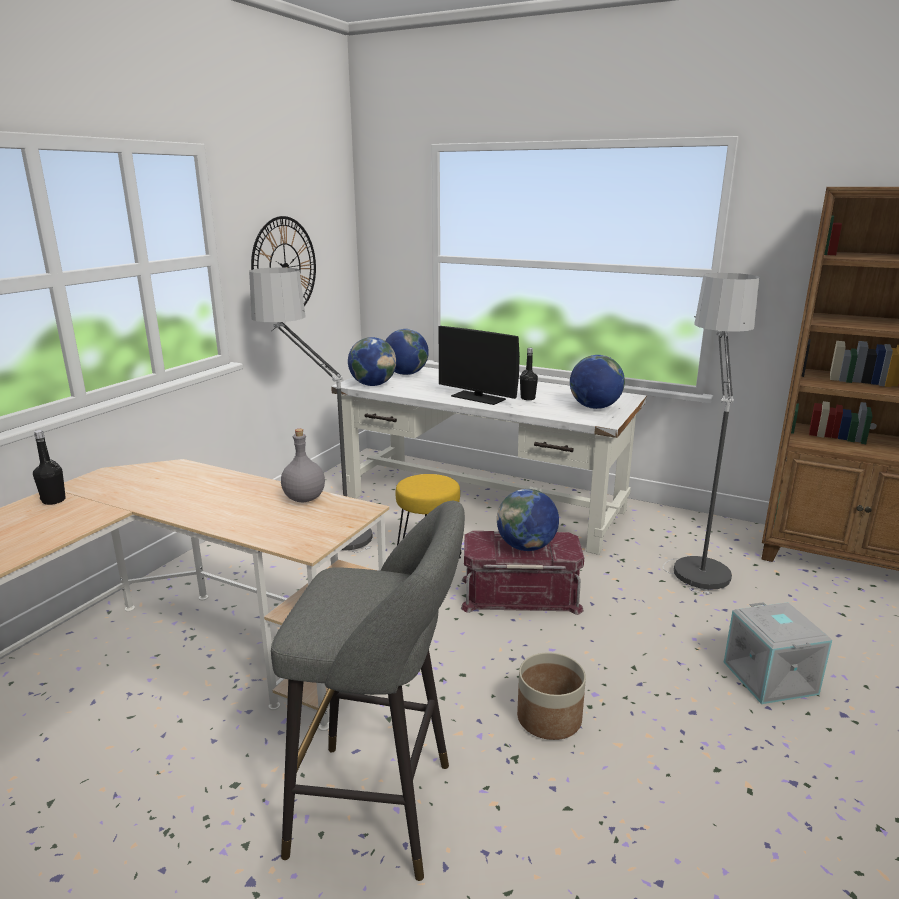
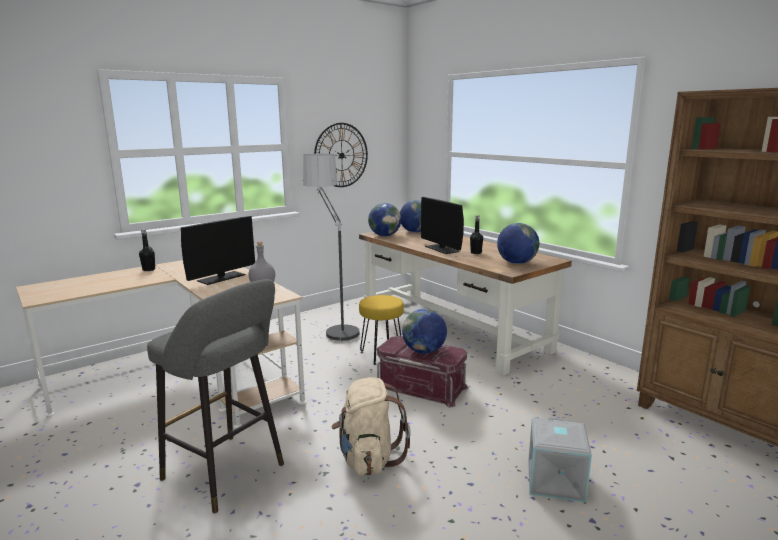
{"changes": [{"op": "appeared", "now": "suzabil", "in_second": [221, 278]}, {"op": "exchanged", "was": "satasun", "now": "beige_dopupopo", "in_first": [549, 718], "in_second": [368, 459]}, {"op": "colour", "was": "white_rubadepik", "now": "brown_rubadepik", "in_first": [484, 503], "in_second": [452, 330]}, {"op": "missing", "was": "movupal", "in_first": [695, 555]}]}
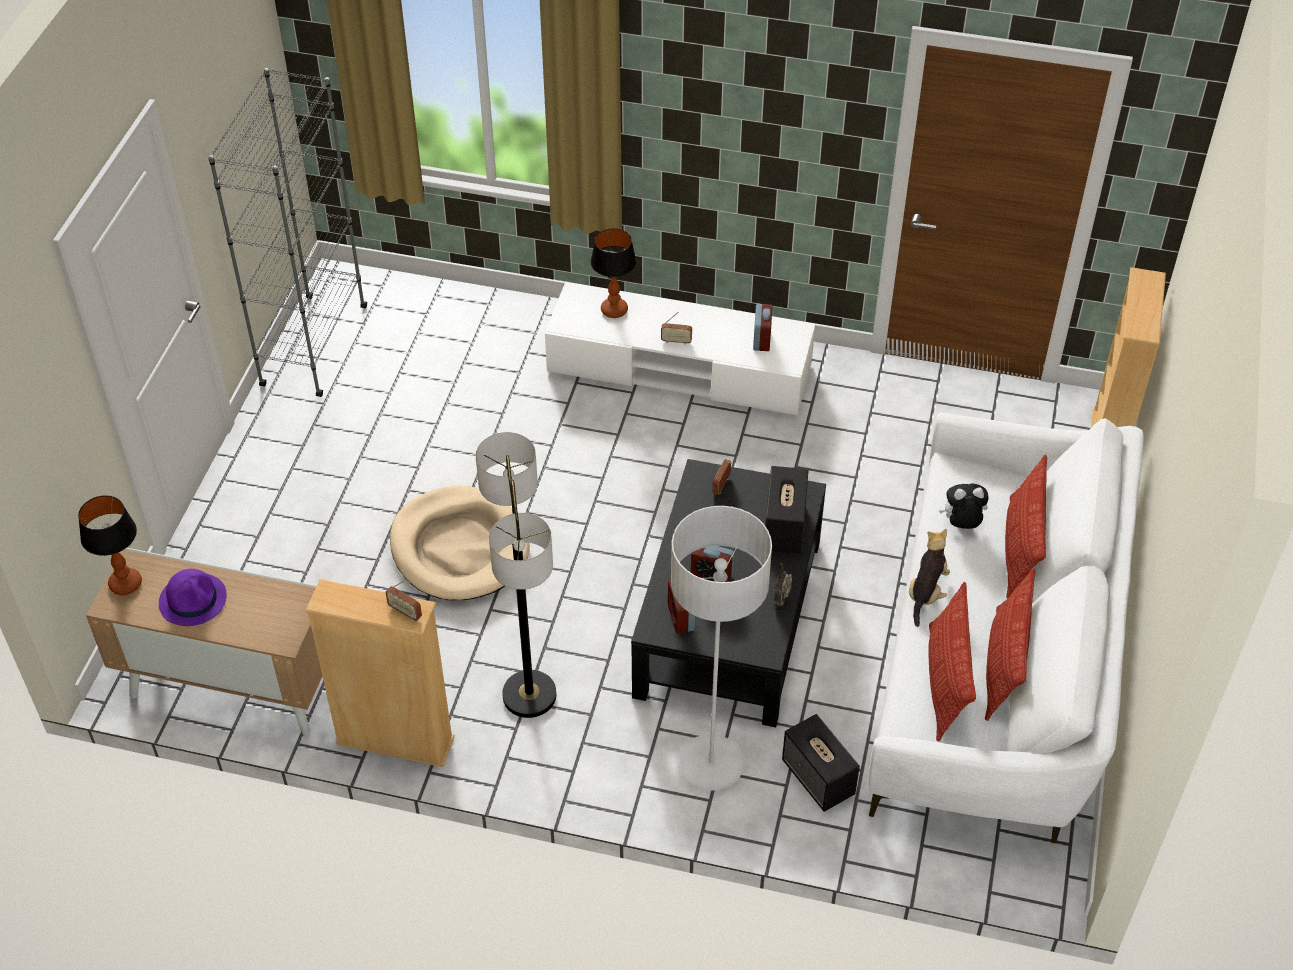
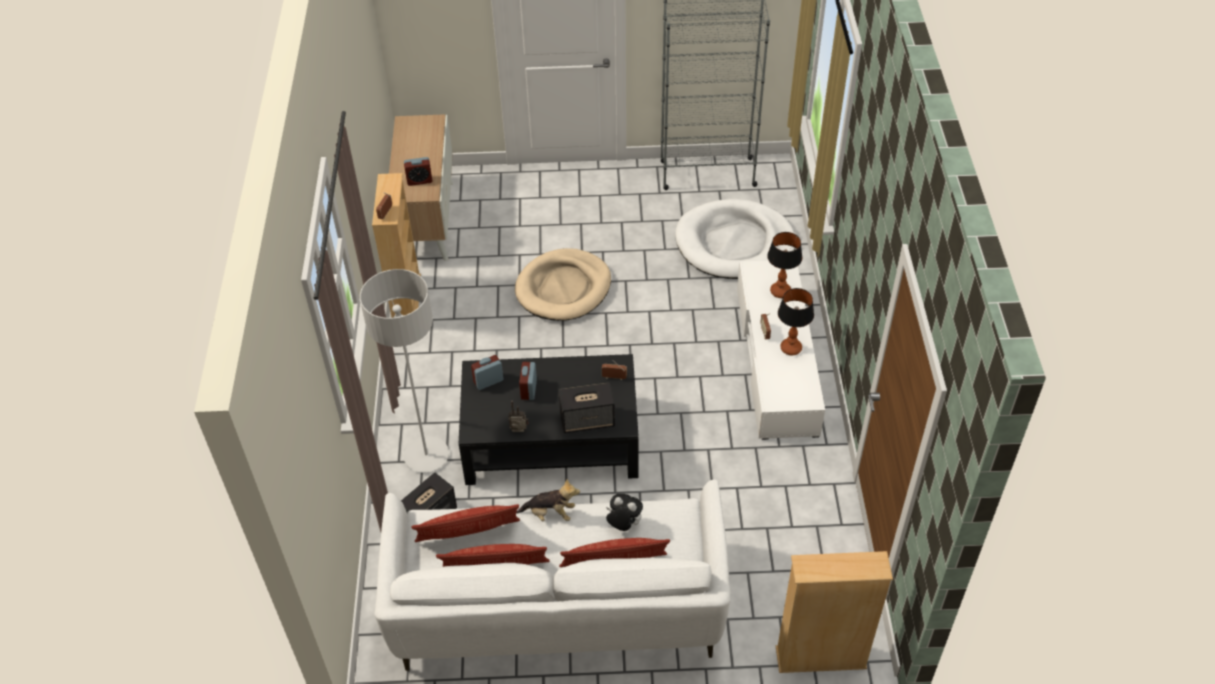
{"changes": [{"op": "relocated", "was": "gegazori", "in_first": [761, 340], "in_second": [419, 180]}, {"op": "spun", "was": "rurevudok", "in_first": [961, 524], "in_second": [623, 524], "clockwise": -45}, {"op": "appeared", "now": "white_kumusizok", "in_second": [734, 243]}, {"op": "relocated", "was": "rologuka", "in_first": [125, 583], "in_second": [791, 348]}, {"op": "missing", "was": "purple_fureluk", "in_first": [193, 600]}, {"op": "missing", "was": "movupal", "in_first": [529, 695]}]}
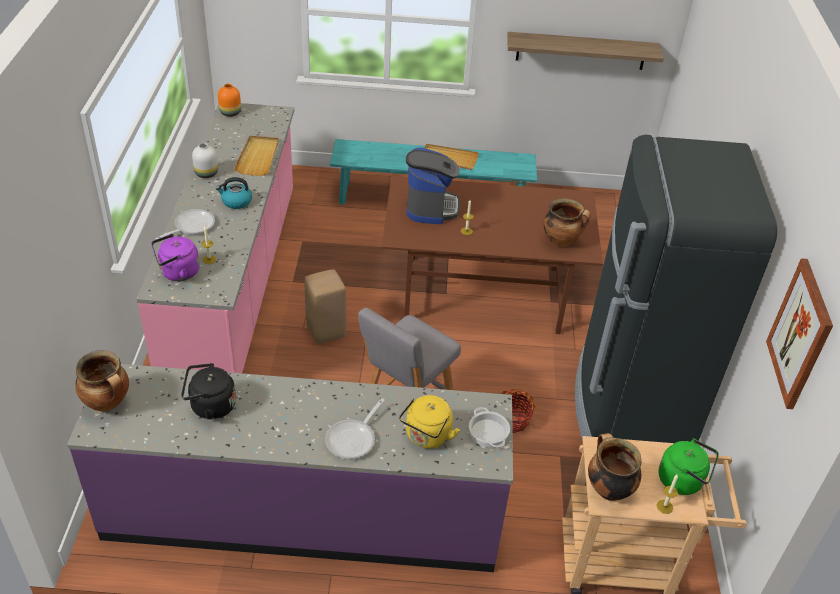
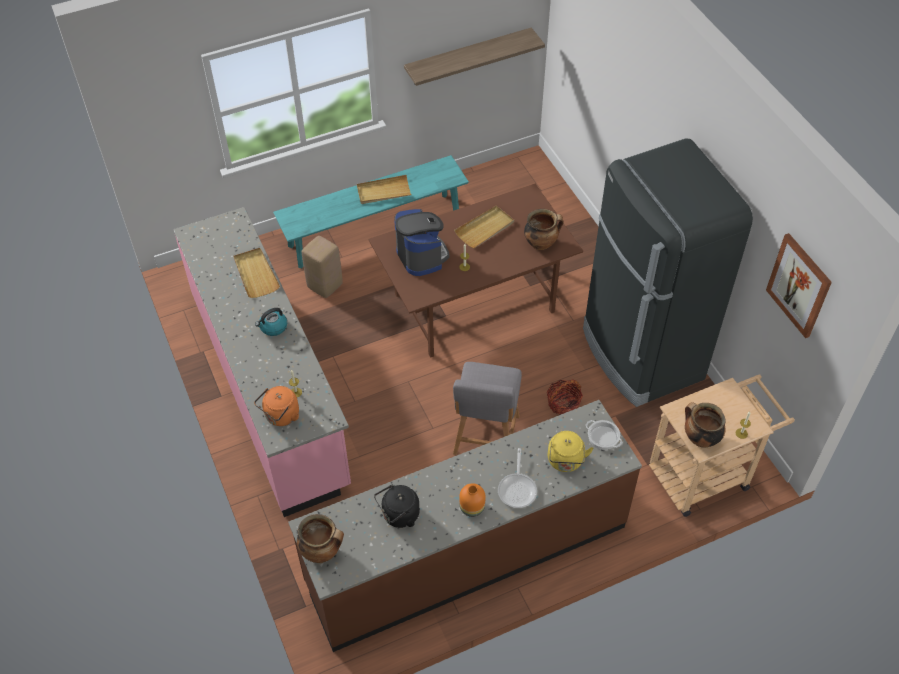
{"changes": [{"op": "colour", "was": "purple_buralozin", "now": "orange_buralozin", "in_first": [177, 273], "in_second": [280, 416]}, {"op": "colour", "was": "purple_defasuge", "now": "brown_defasuge", "in_first": [303, 514], "in_second": [467, 554]}, {"op": "relocated", "was": "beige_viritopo", "in_first": [326, 331], "in_second": [325, 285]}, {"op": "appeared", "now": "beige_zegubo", "in_second": [485, 228]}, {"op": "relocated", "was": "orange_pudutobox", "in_first": [230, 113], "in_second": [471, 508]}, {"op": "missing", "was": "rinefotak", "in_first": [191, 226]}, {"op": "missing", "was": "white_pudutobox", "in_first": [207, 173]}, {"op": "missing", "was": "green_buralozin", "in_first": [683, 480]}]}
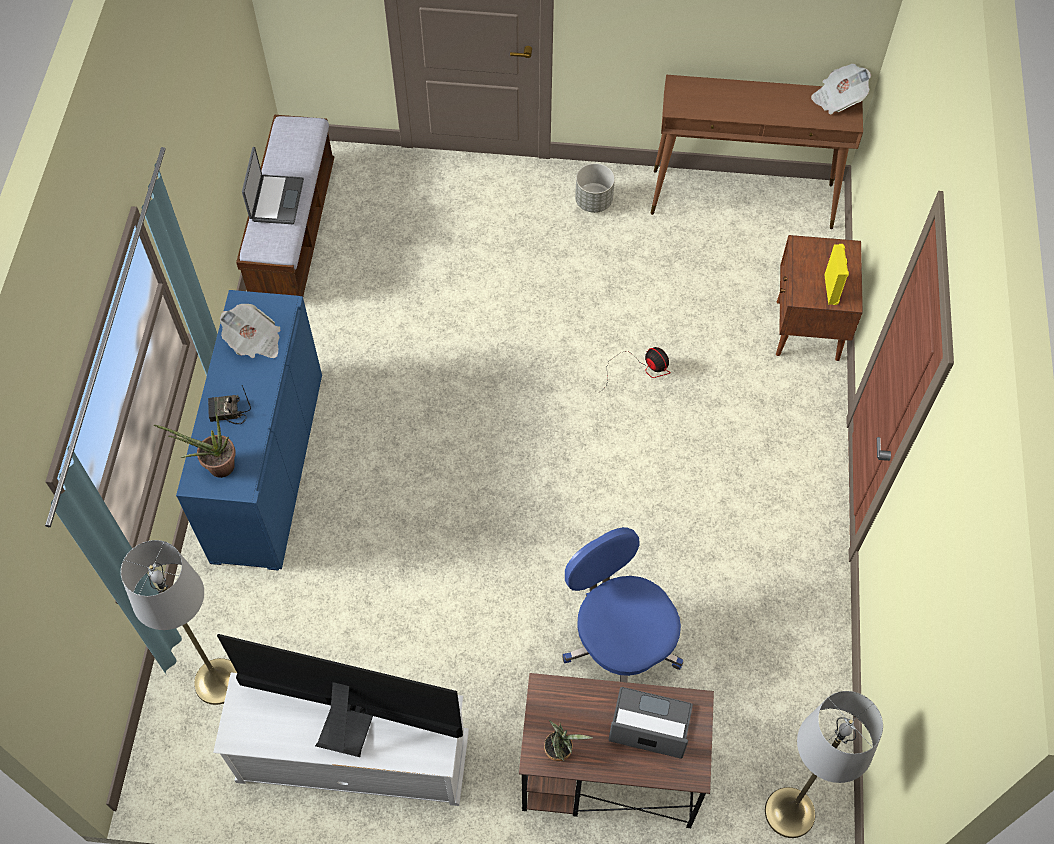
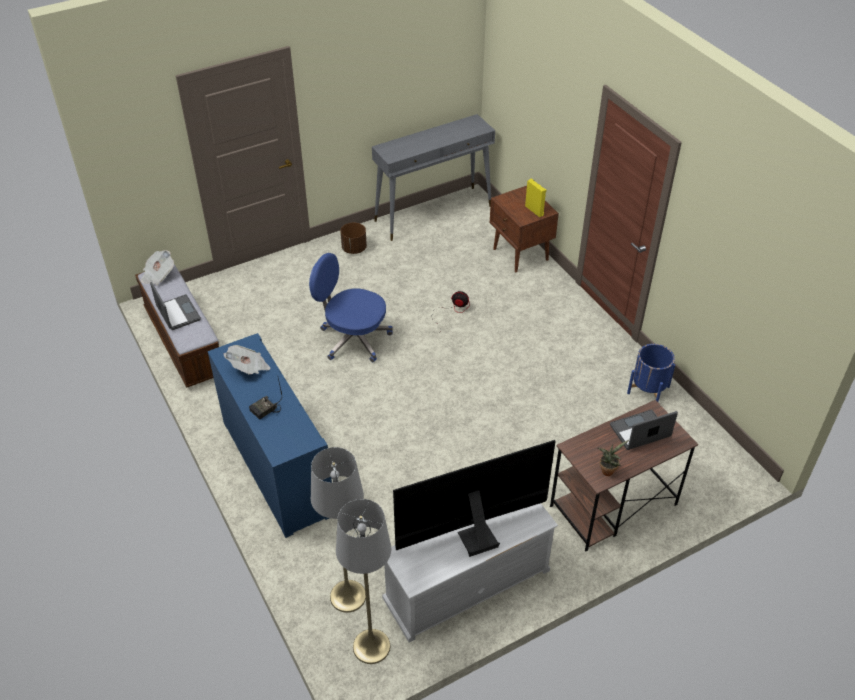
{"changes": [{"op": "relocated", "was": "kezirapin", "in_first": [838, 99], "in_second": [158, 275]}, {"op": "relocated", "was": "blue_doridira", "in_first": [620, 642], "in_second": [353, 339]}, {"op": "relocated", "was": "grey_movupal", "in_first": [789, 812], "in_second": [371, 646]}, {"op": "colour", "was": "grey_satasun", "now": "brown_satasun", "in_first": [593, 201], "in_second": [354, 248]}, {"op": "colour", "was": "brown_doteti", "now": "grey_doteti", "in_first": [743, 199], "in_second": [434, 213]}, {"op": "appeared", "now": "blue_satasun", "in_second": [648, 390]}, {"op": "missing", "was": "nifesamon", "in_first": [215, 467]}]}
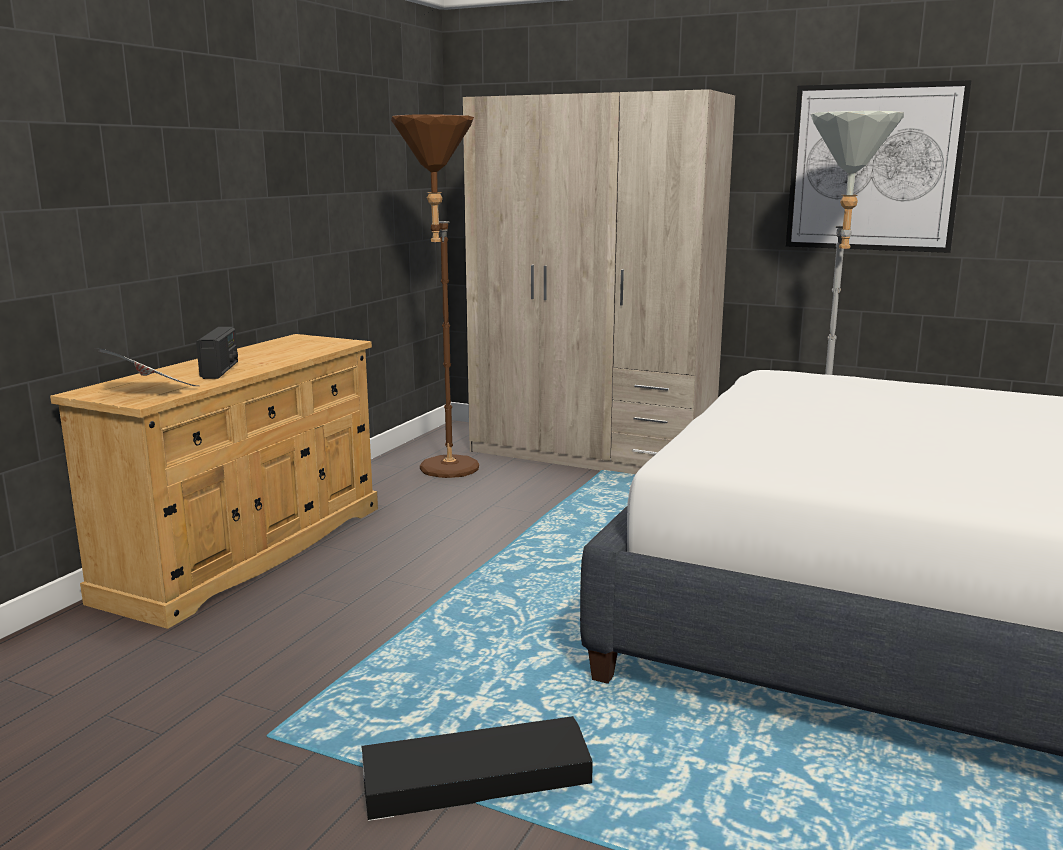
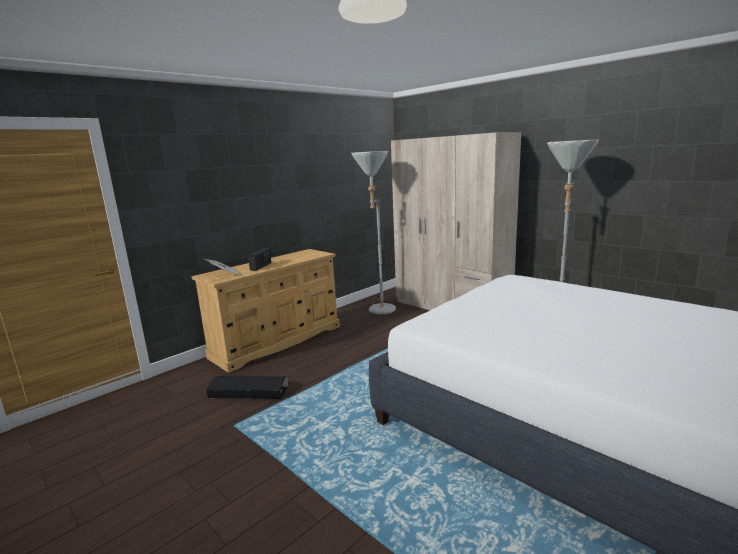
{"changes": [{"op": "relocated", "was": "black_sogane", "in_first": [475, 779], "in_second": [248, 392]}, {"op": "colour", "was": "brown_movupal", "now": "grey_movupal", "in_first": [444, 473], "in_second": [378, 311]}, {"op": "missing", "was": "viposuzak", "in_first": [873, 168]}]}
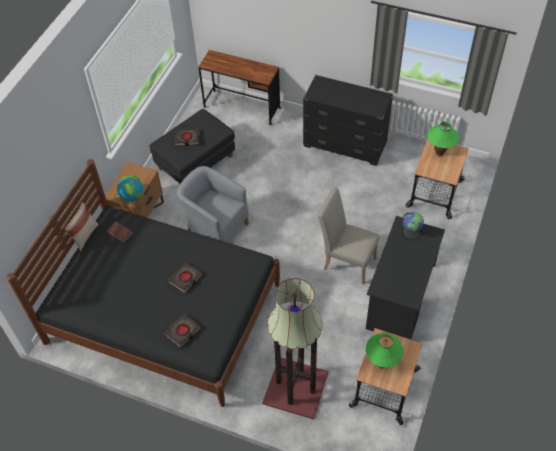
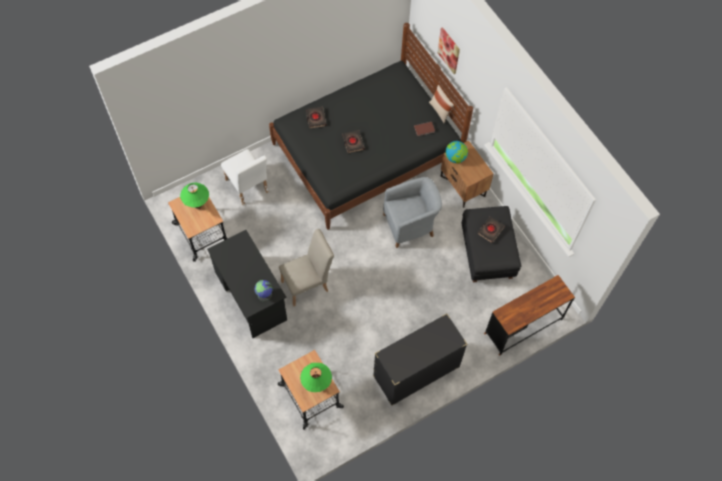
{"changes": [{"op": "exchanged", "was": "movupal", "now": "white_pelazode", "in_first": [297, 387], "in_second": [248, 188]}, {"op": "appeared", "now": "viposuzak", "in_second": [449, 50]}]}
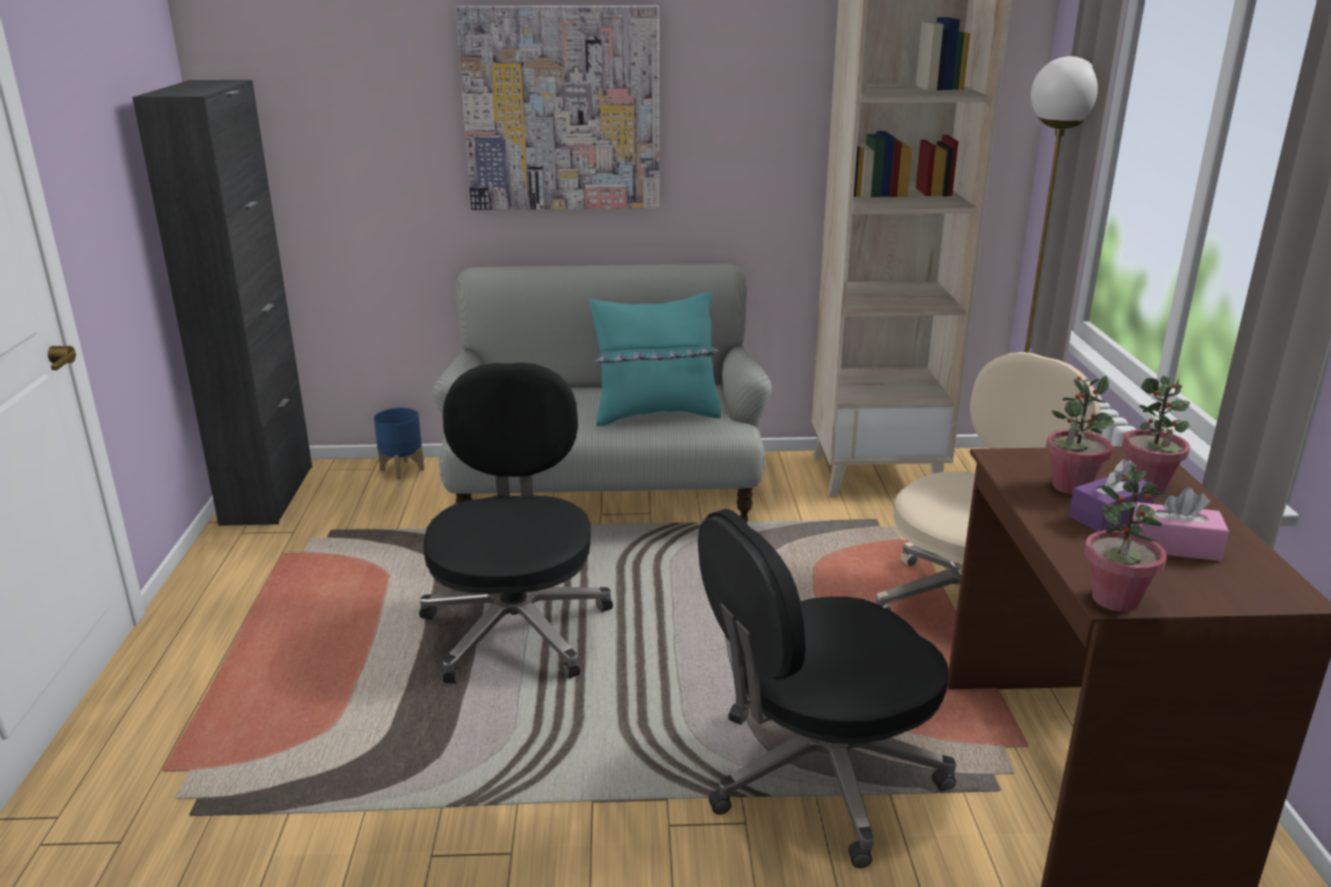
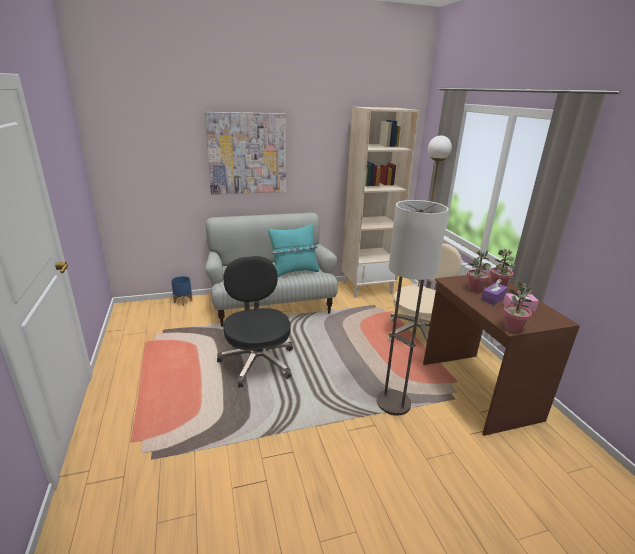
{"changes": [{"op": "exchanged", "was": "black_doridira", "now": "movupal", "in_first": [818, 776], "in_second": [393, 403]}, {"op": "missing", "was": "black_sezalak", "in_first": [268, 494]}]}
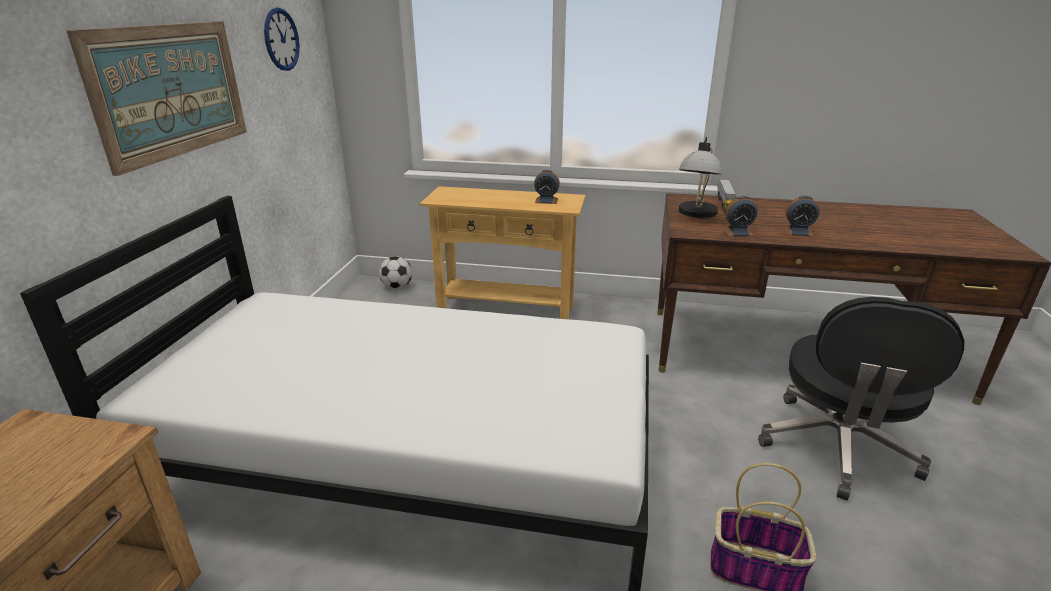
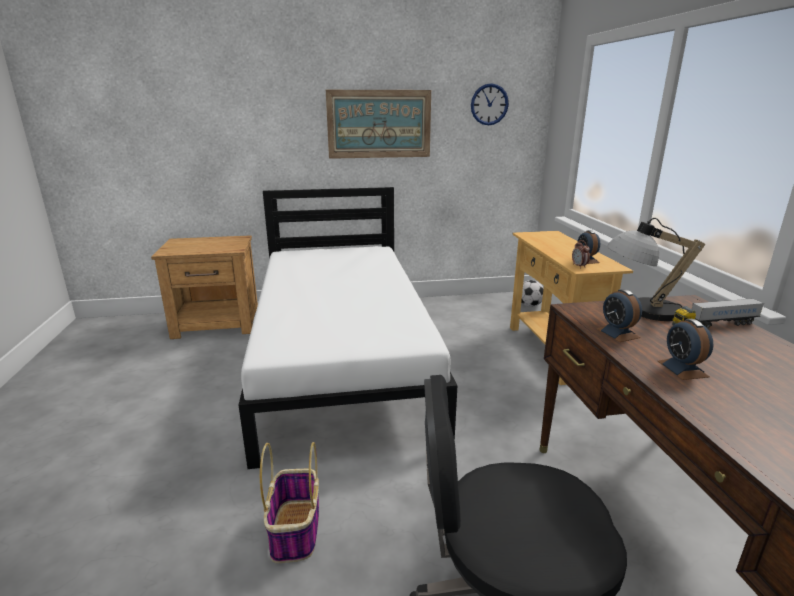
{"changes": [{"op": "appeared", "now": "gegazori", "in_second": [579, 266]}]}
